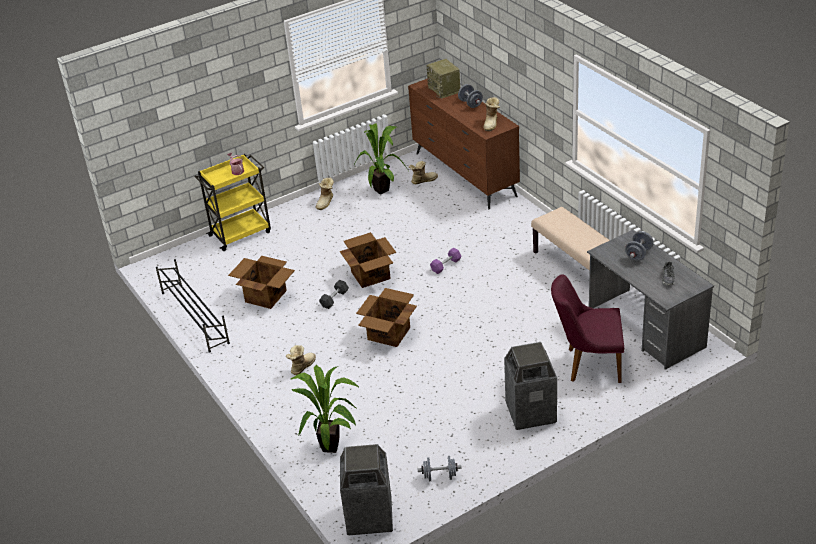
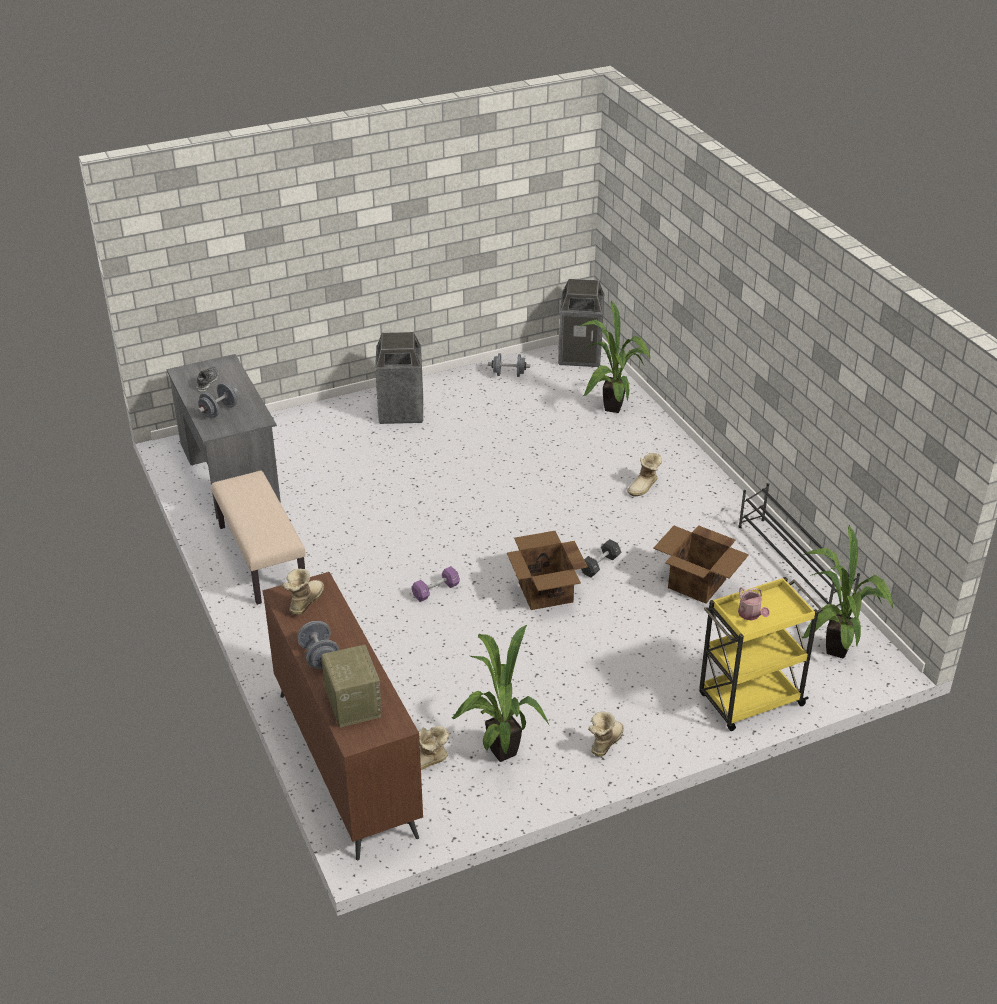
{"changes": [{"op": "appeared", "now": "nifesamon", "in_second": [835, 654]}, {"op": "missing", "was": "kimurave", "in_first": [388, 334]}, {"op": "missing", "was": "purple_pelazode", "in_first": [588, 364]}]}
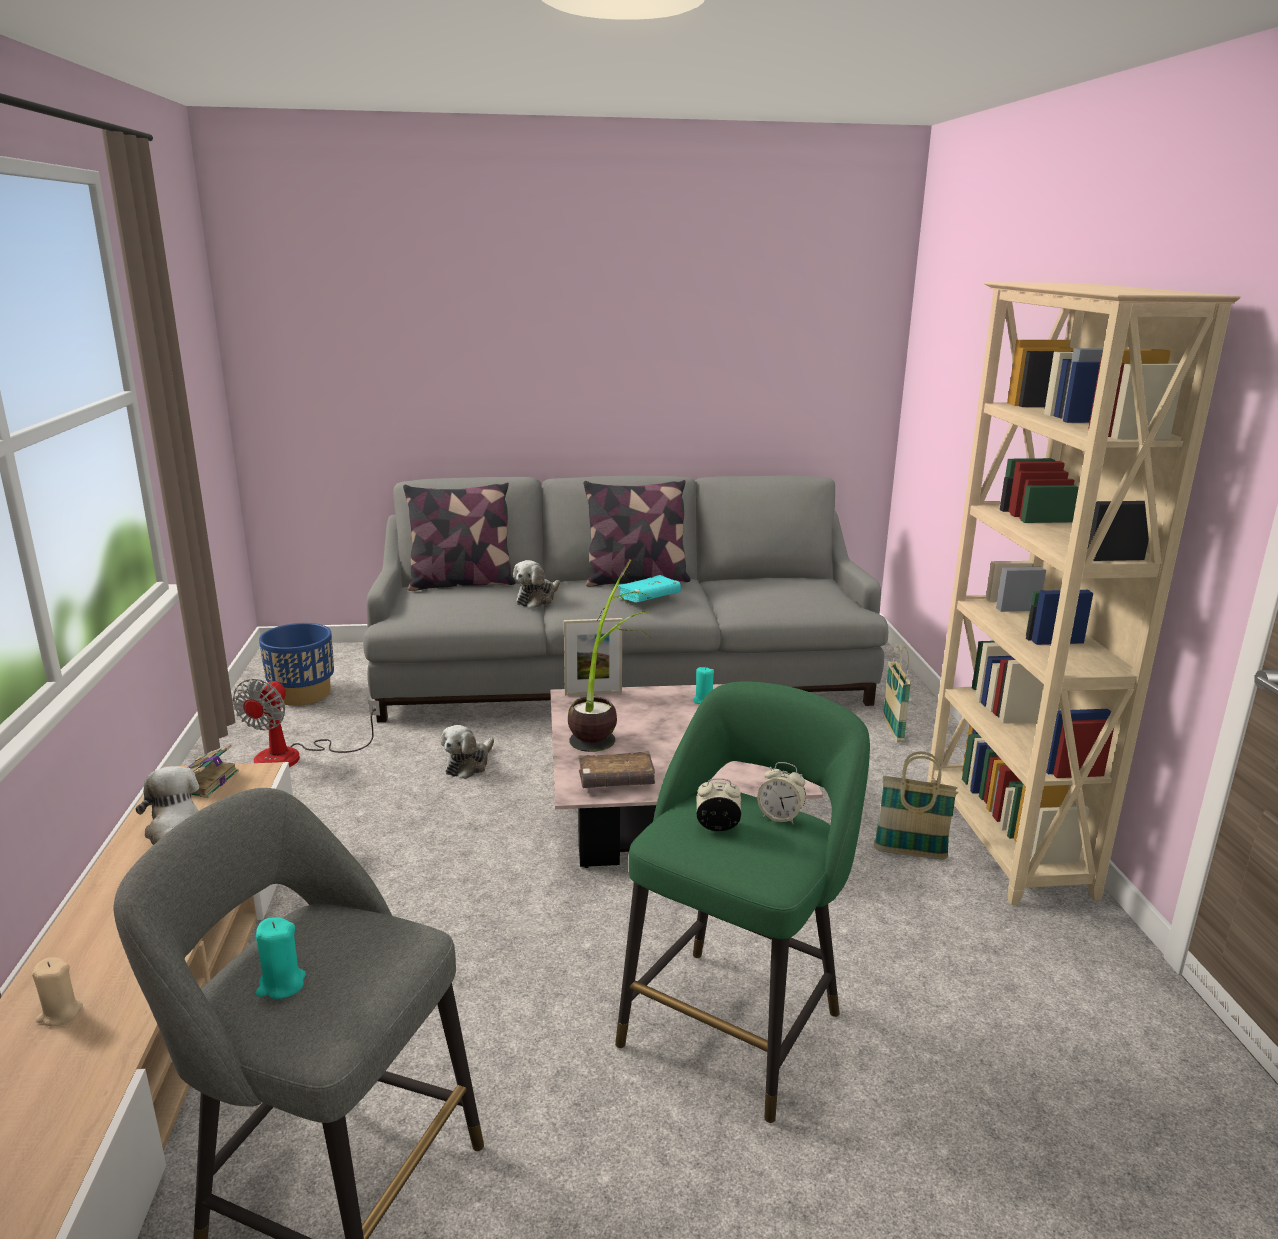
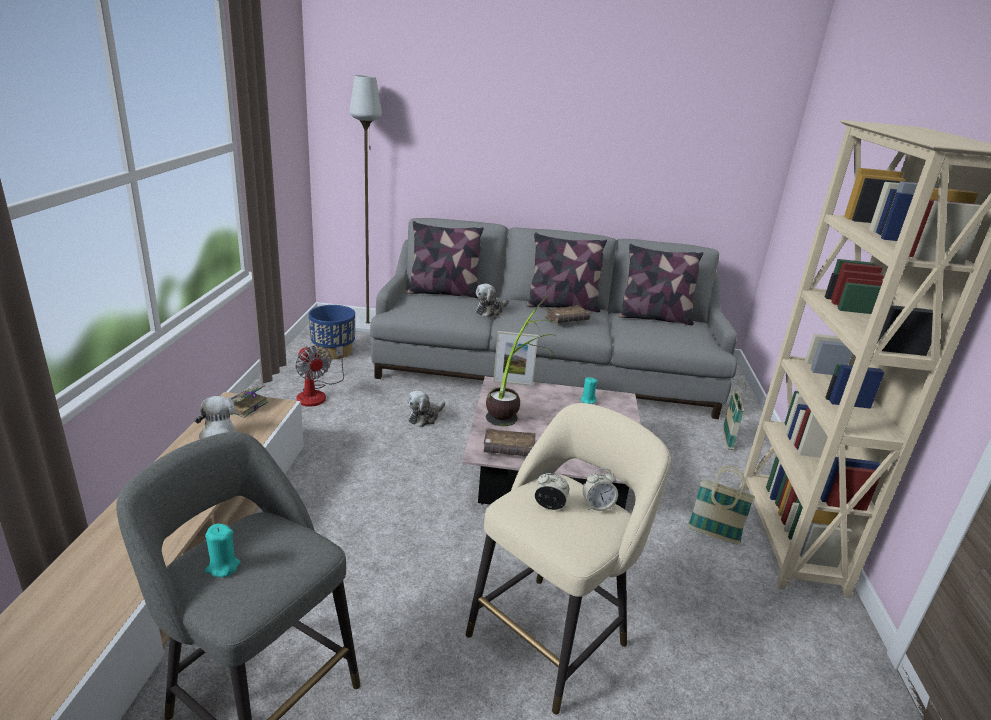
{"changes": [{"op": "spun", "was": "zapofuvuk", "in_first": [295, 756], "in_second": [317, 394], "clockwise": -60}, {"op": "appeared", "now": "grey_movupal", "in_second": [368, 326]}, {"op": "colour", "was": "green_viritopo", "now": "beige_viritopo", "in_first": [736, 1021], "in_second": [552, 635]}, {"op": "colour", "was": "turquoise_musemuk", "now": "brown_musemuk", "in_first": [649, 597], "in_second": [566, 320]}, {"op": "spun", "was": "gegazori", "in_first": [780, 817], "in_second": [597, 506], "clockwise": -45}, {"op": "appeared", "now": "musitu", "in_second": [654, 318]}, {"op": "missing", "was": "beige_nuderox", "in_first": [60, 1013]}]}
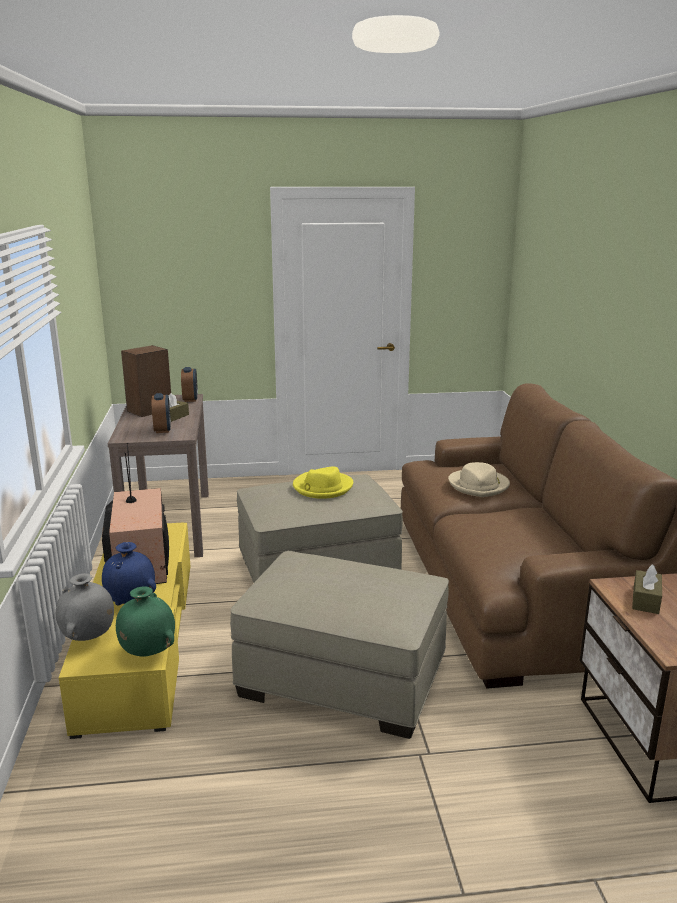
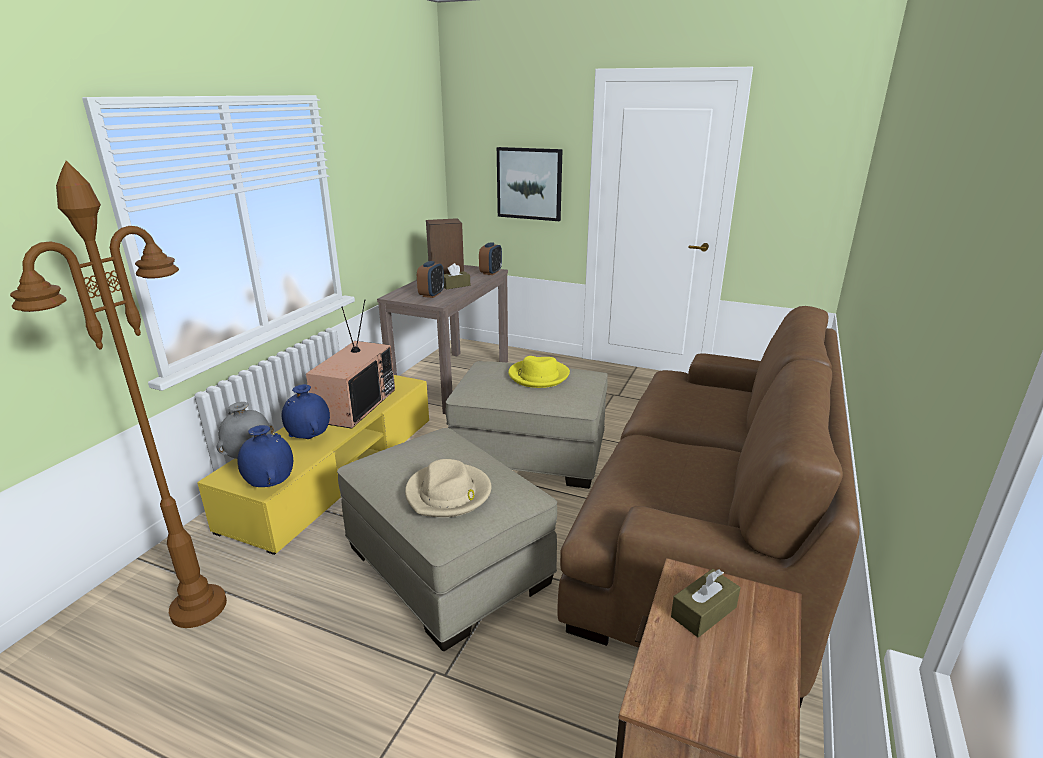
{"changes": [{"op": "appeared", "now": "brown_movupal", "in_second": [199, 607]}, {"op": "colour", "was": "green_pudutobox", "now": "blue_pudutobox", "in_first": [147, 653], "in_second": [270, 484]}, {"op": "relocated", "was": "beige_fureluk", "in_first": [479, 485], "in_second": [449, 494]}, {"op": "appeared", "now": "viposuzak", "in_second": [529, 183]}]}
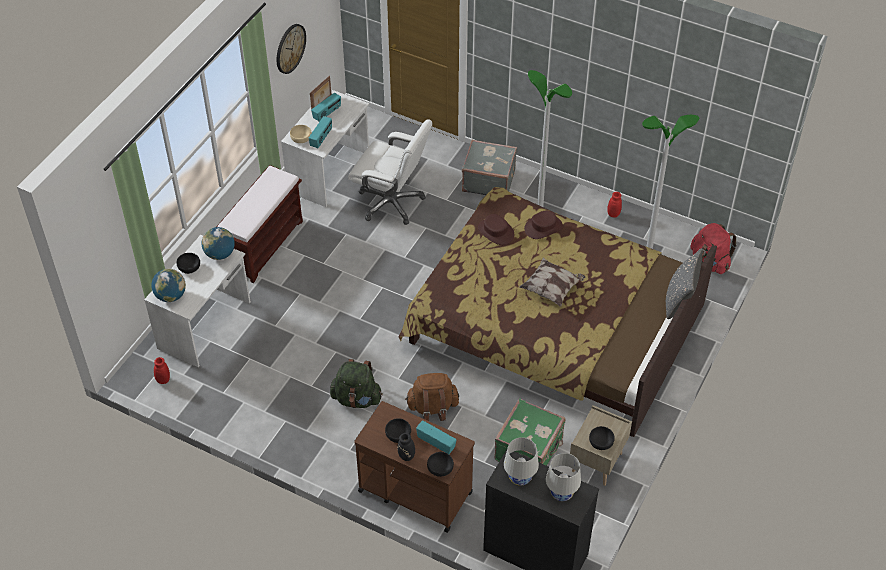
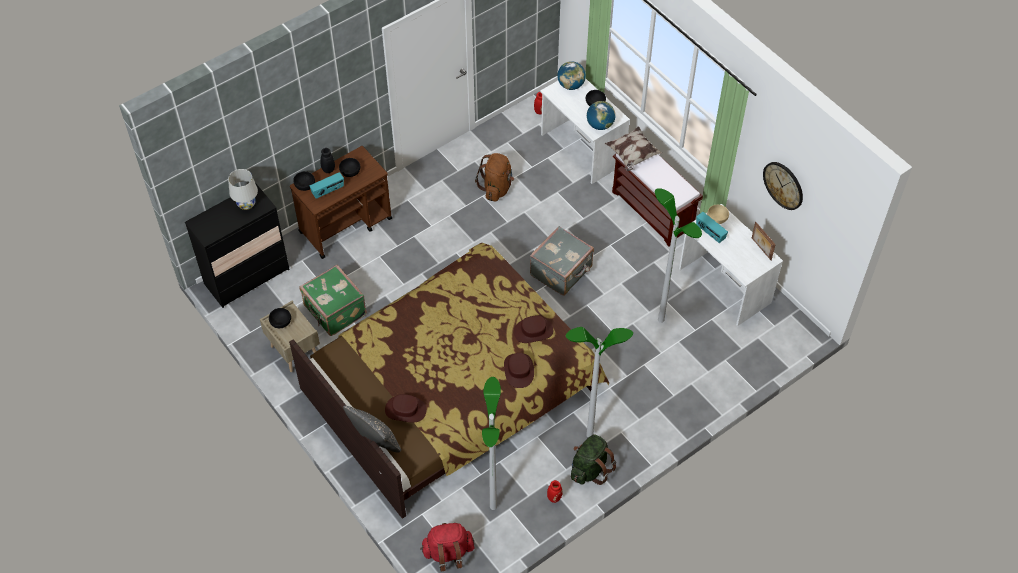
{"changes": [{"op": "appeared", "now": "brown_fureluk", "in_second": [405, 410]}, {"op": "relocated", "was": "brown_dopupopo", "in_first": [432, 408], "in_second": [496, 188]}, {"op": "relocated", "was": "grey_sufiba", "in_first": [488, 180], "in_second": [562, 271]}, {"op": "relocated", "was": "green_dopupopo", "in_first": [357, 398], "in_second": [590, 469]}, {"op": "relocated", "was": "musitu", "in_first": [552, 289], "in_second": [632, 155]}, {"op": "exchanged", "was": "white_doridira", "now": "movupal", "in_first": [391, 202], "in_second": [660, 320]}, {"op": "missing", "was": "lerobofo", "in_first": [327, 114]}, {"op": "missing", "was": "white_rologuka", "in_first": [561, 493]}]}
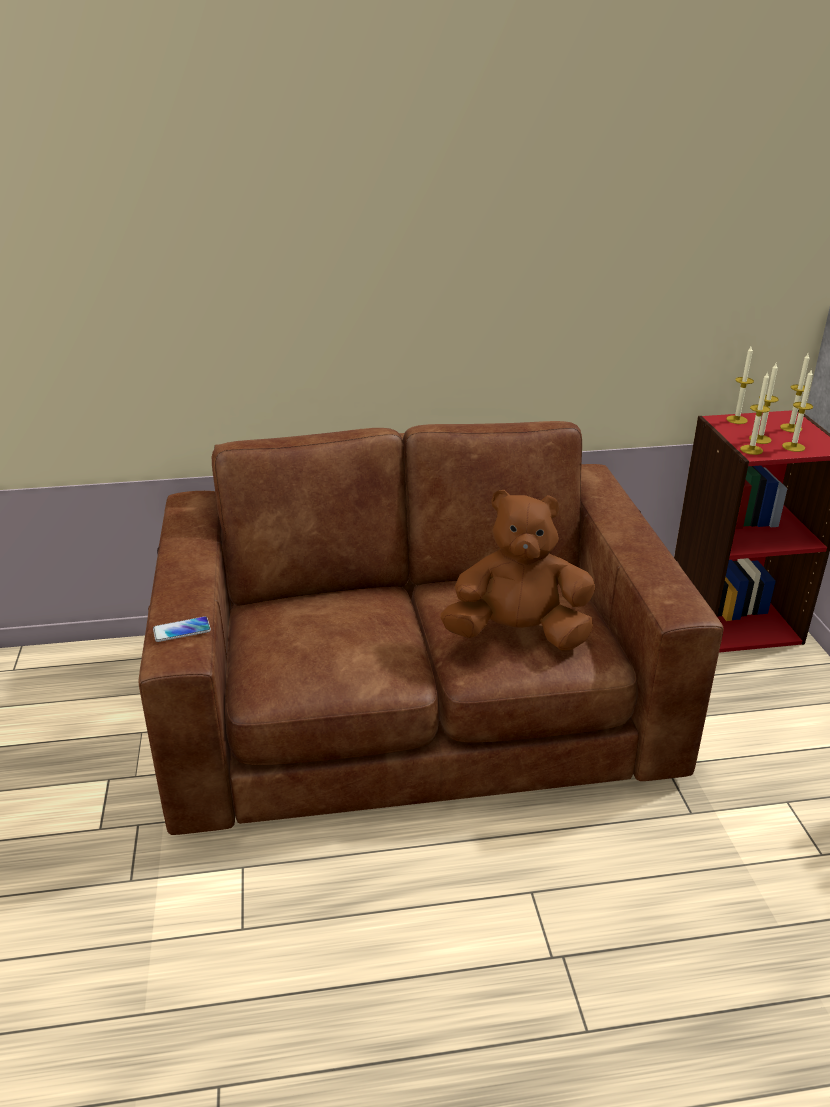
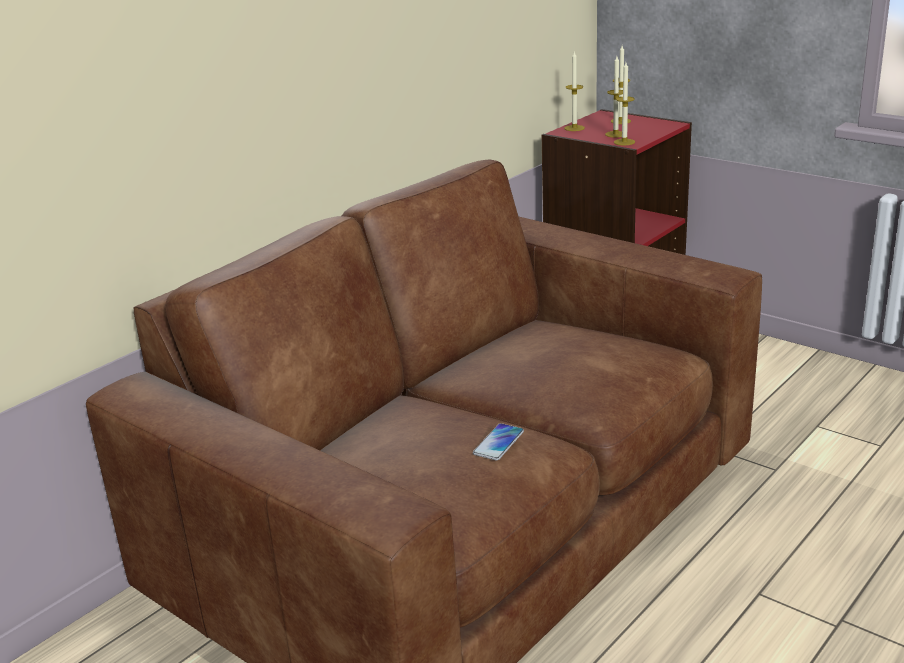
{"changes": [{"op": "relocated", "was": "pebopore", "in_first": [182, 630], "in_second": [498, 443]}, {"op": "missing", "was": "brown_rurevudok", "in_first": [518, 634]}, {"op": "missing", "was": "nuderox", "in_first": [793, 447]}]}
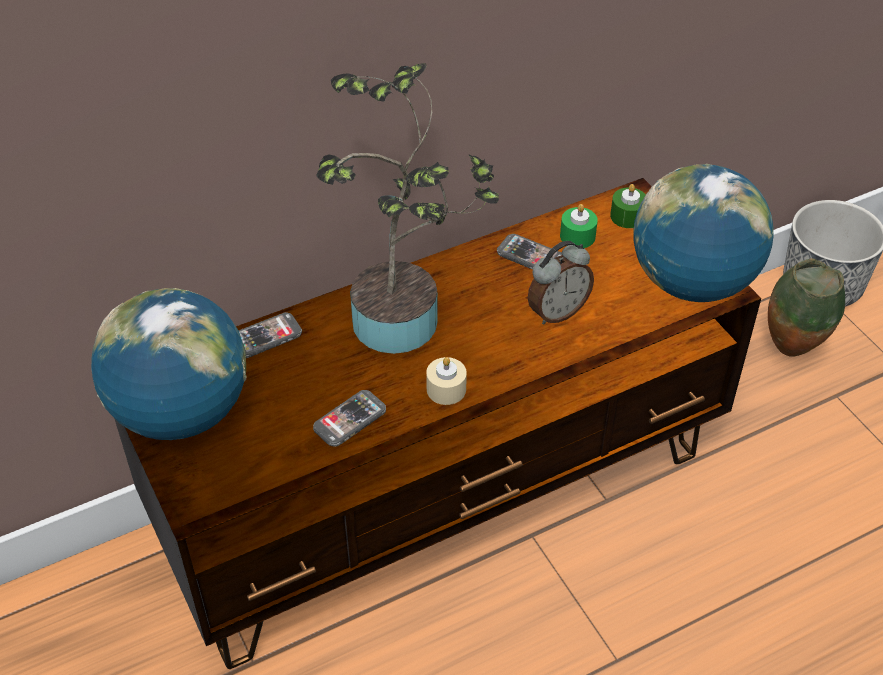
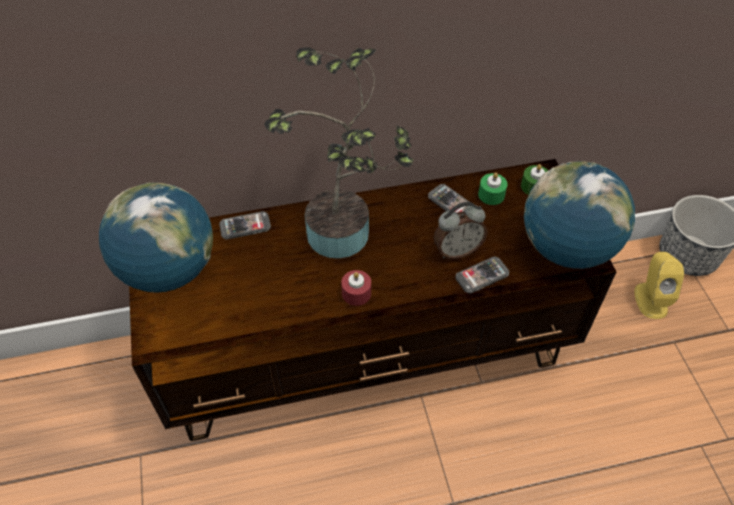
{"changes": [{"op": "colour", "was": "beige_nuderox", "now": "red_nuderox", "in_first": [446, 389], "in_second": [356, 293]}, {"op": "relocated", "was": "pebopore", "in_first": [350, 420], "in_second": [482, 276]}, {"op": "exchanged", "was": "pudutobox", "now": "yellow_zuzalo", "in_first": [792, 349], "in_second": [650, 299]}]}
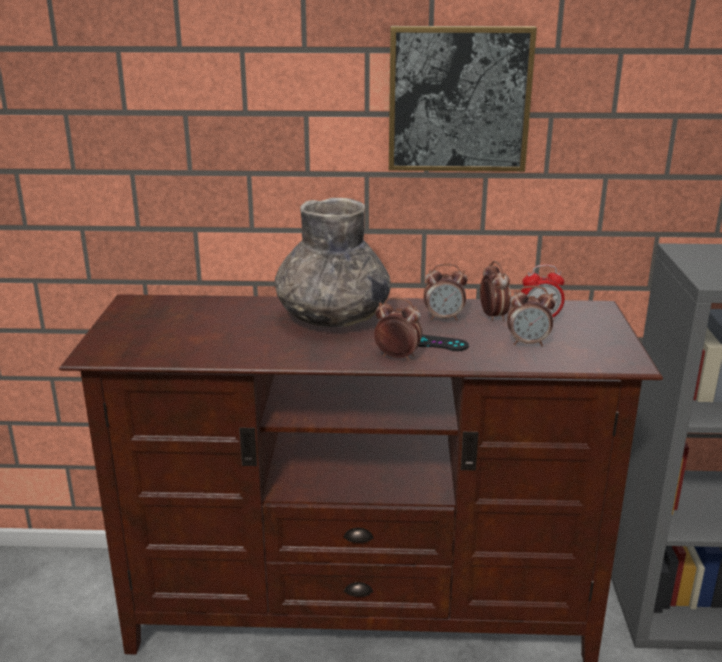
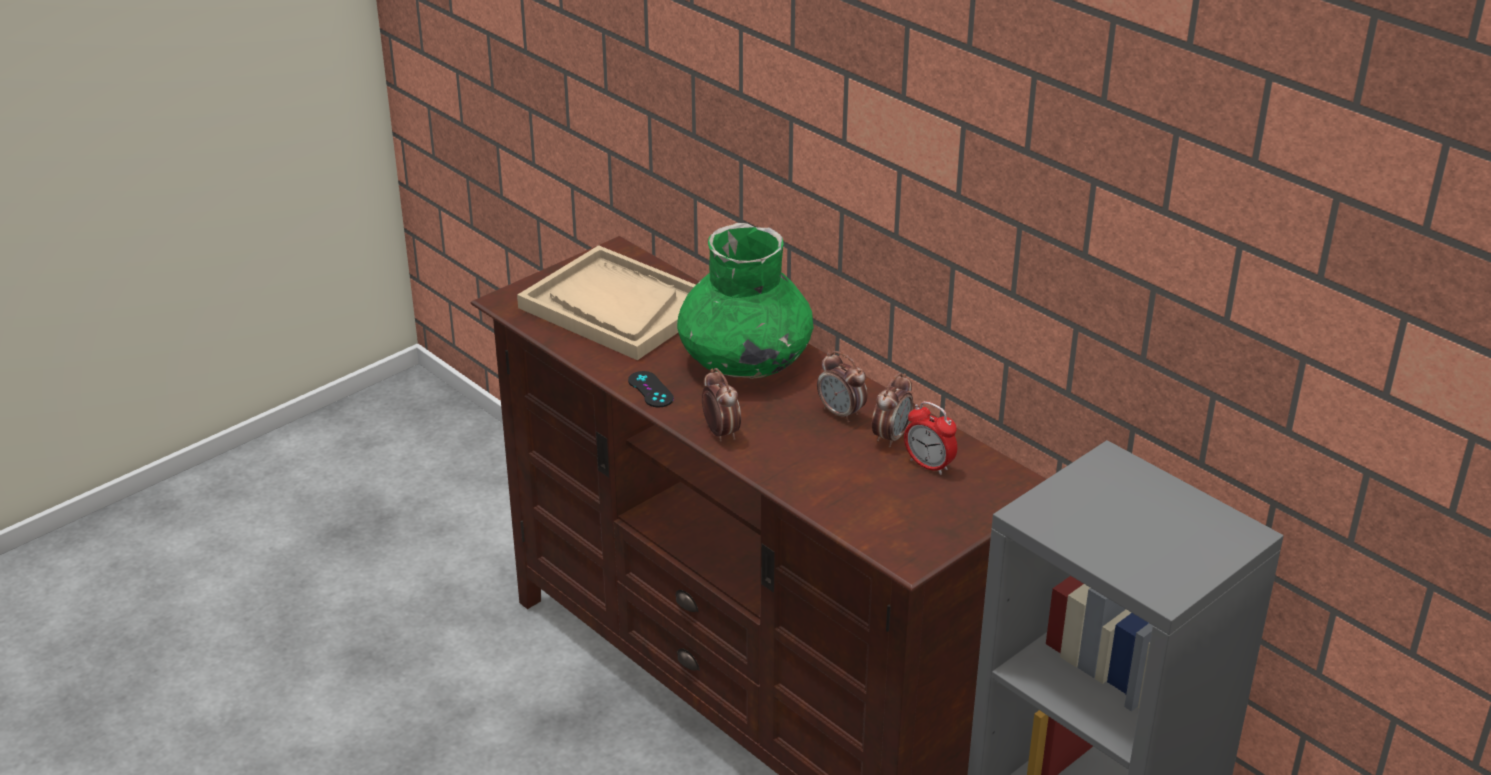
{"changes": [{"op": "appeared", "now": "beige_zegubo", "in_second": [616, 307]}, {"op": "relocated", "was": "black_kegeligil", "in_first": [439, 343], "in_second": [650, 390]}, {"op": "colour", "was": "grey_pudutobox", "now": "green_pudutobox", "in_first": [332, 318], "in_second": [744, 359]}, {"op": "missing", "was": "viposuzak", "in_first": [459, 99]}, {"op": "missing", "was": "gegazori", "in_first": [528, 343]}]}
